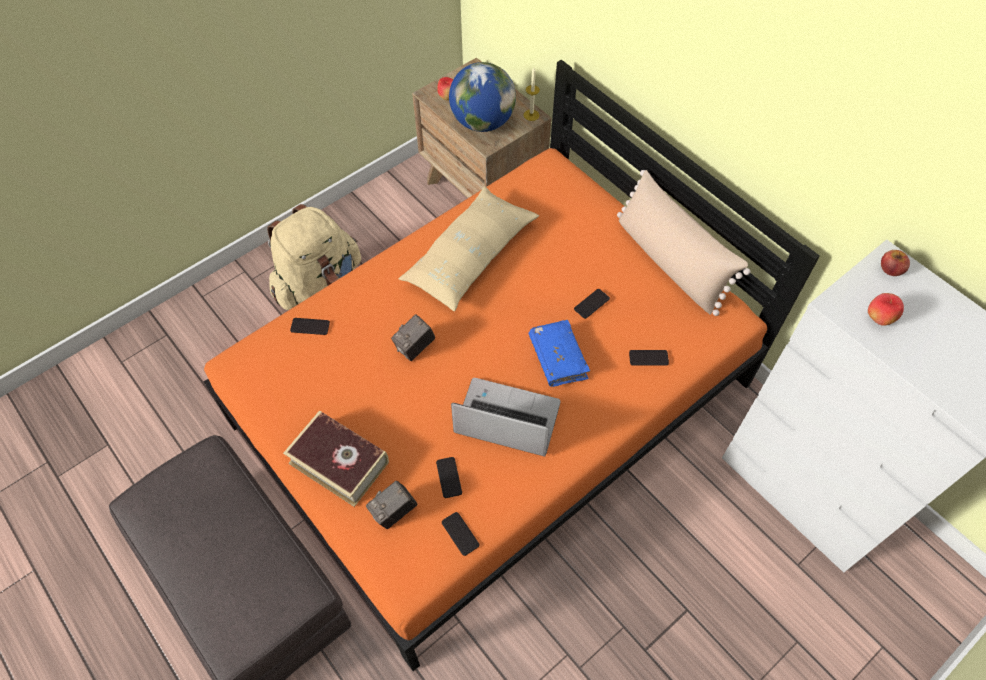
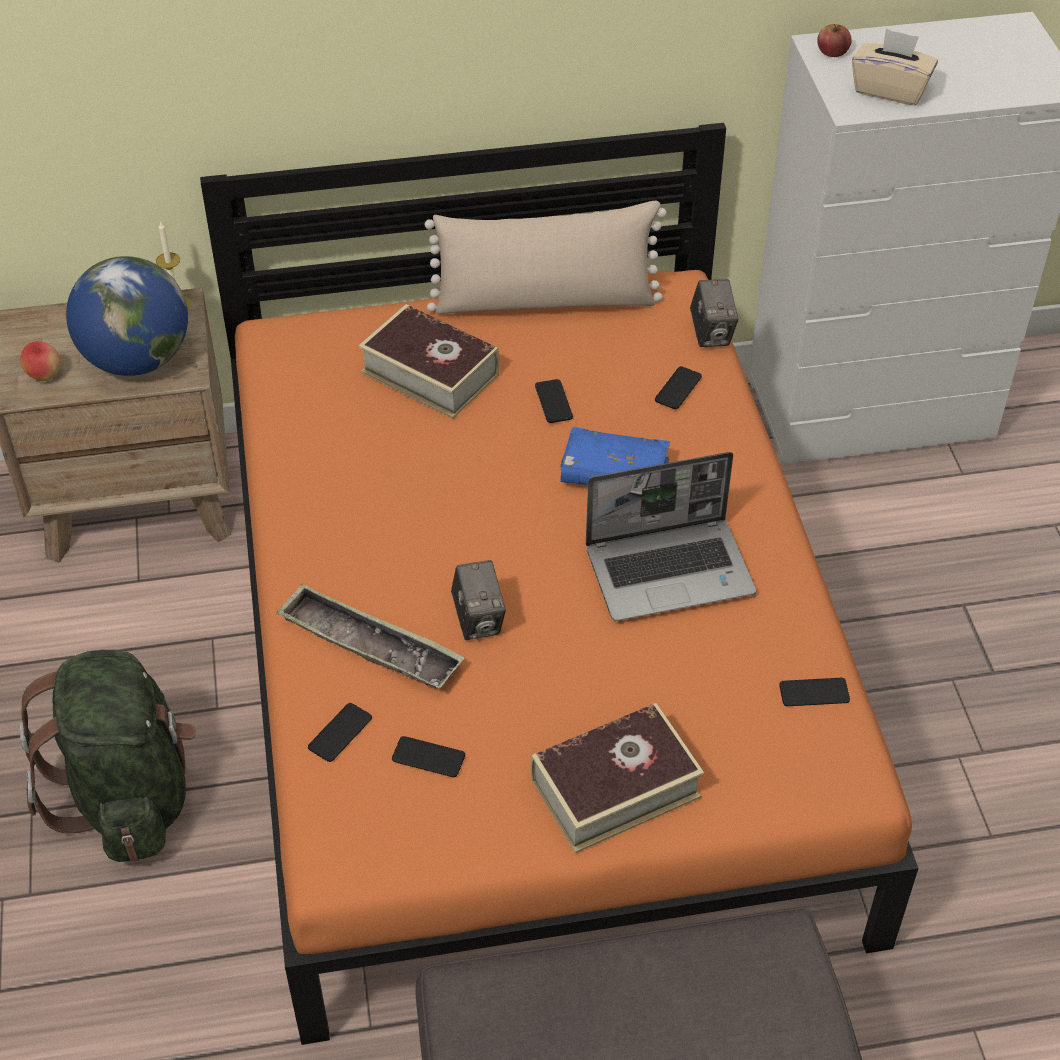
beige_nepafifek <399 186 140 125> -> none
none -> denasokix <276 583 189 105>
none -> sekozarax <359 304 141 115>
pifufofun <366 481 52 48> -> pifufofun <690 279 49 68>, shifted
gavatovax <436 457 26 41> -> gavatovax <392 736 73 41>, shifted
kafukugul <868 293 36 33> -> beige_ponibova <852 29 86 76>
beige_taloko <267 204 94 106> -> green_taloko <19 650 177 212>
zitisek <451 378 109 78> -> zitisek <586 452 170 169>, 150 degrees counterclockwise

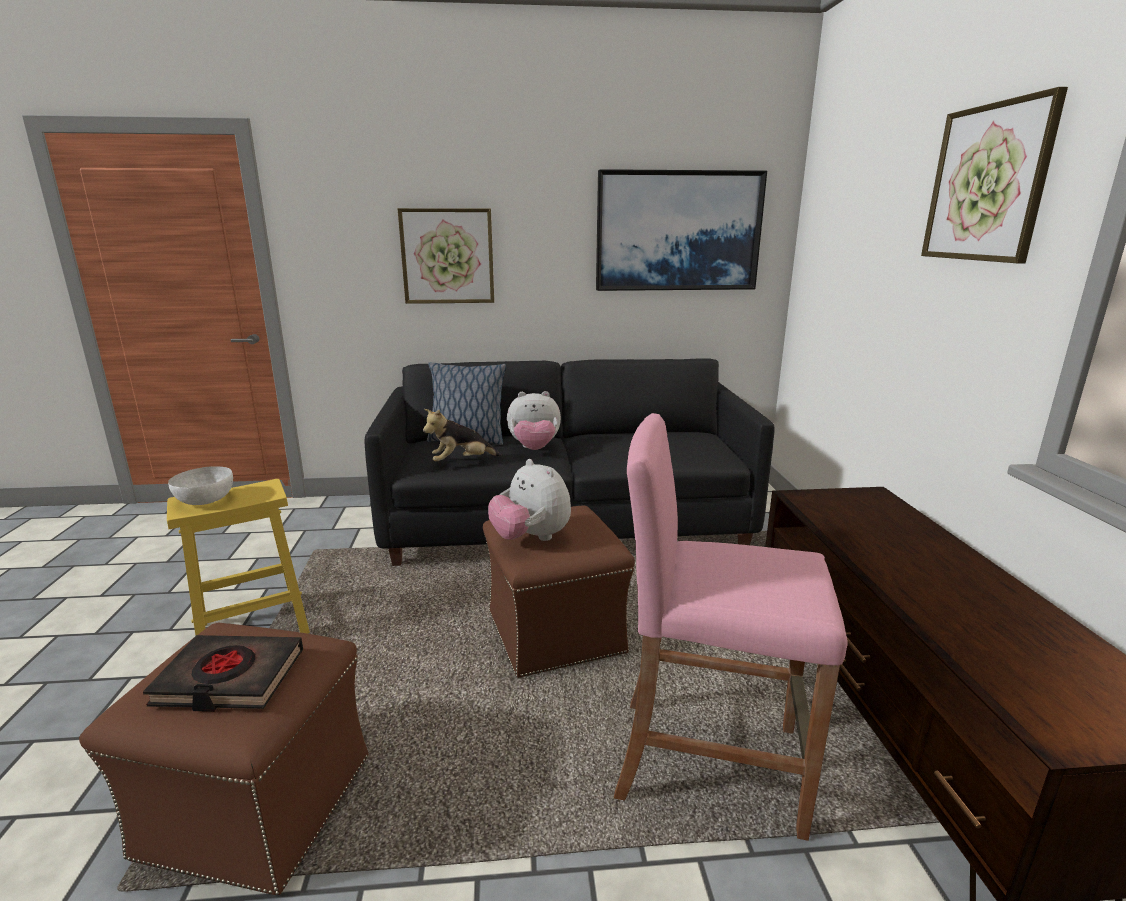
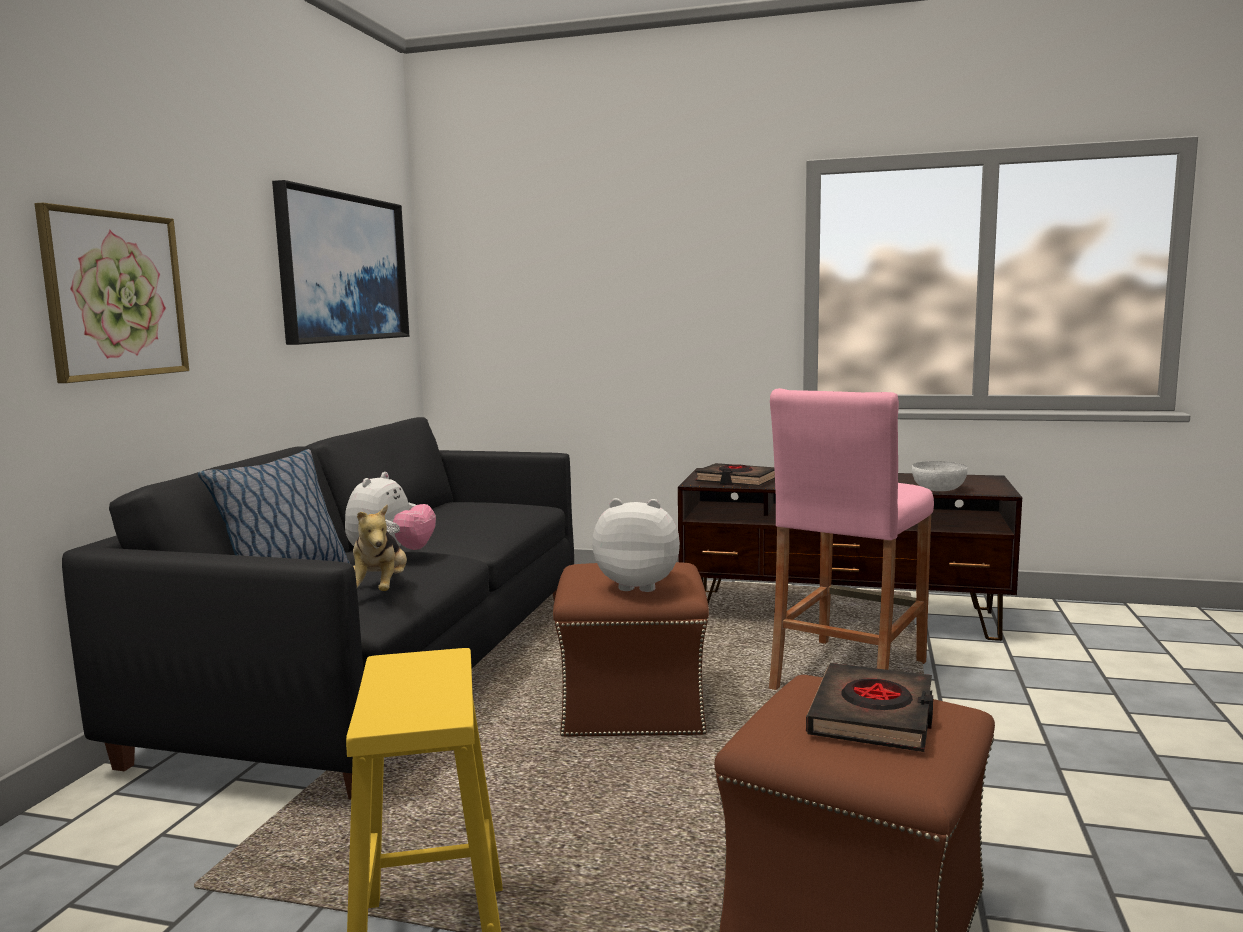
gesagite <921 87 147 176> -> none
none -> black_sekozarax <695 463 80 23>
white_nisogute <168 466 65 39> -> white_nisogute <912 461 56 30>, shifted
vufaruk <488 459 83 82> -> vufaruk <592 498 88 94>, 150 degrees counterclockwise

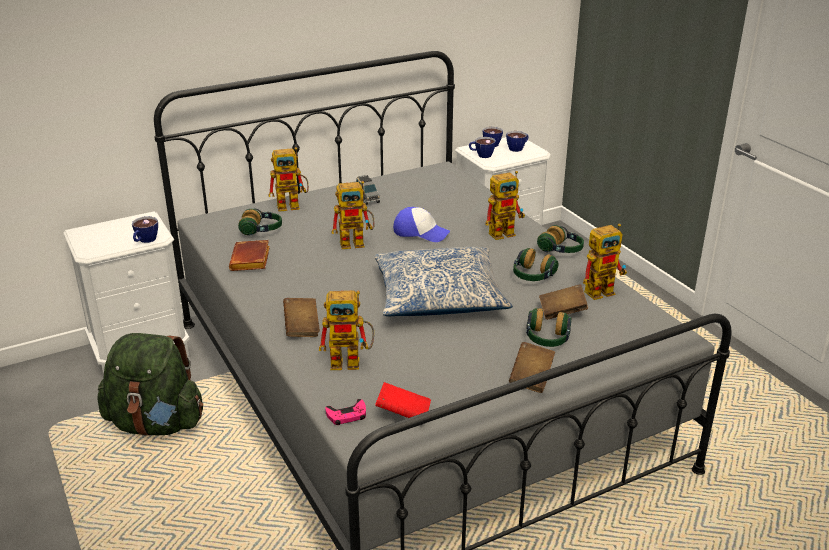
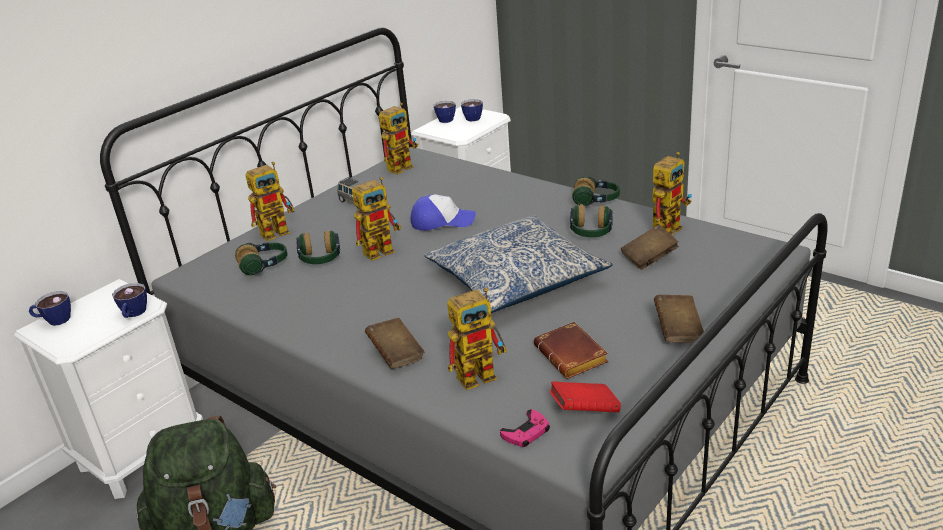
brown_sekozarax <229 240 41 31> -> brown_sekozarax <534 322 74 57>, shifted
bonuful <469 137 27 21> -> bonuful <29 291 42 35>, shifted
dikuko <485 171 40 69> -> dikuko <379 103 39 72>, shifted
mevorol <526 308 45 39> -> mevorol <296 231 44 33>, shifted

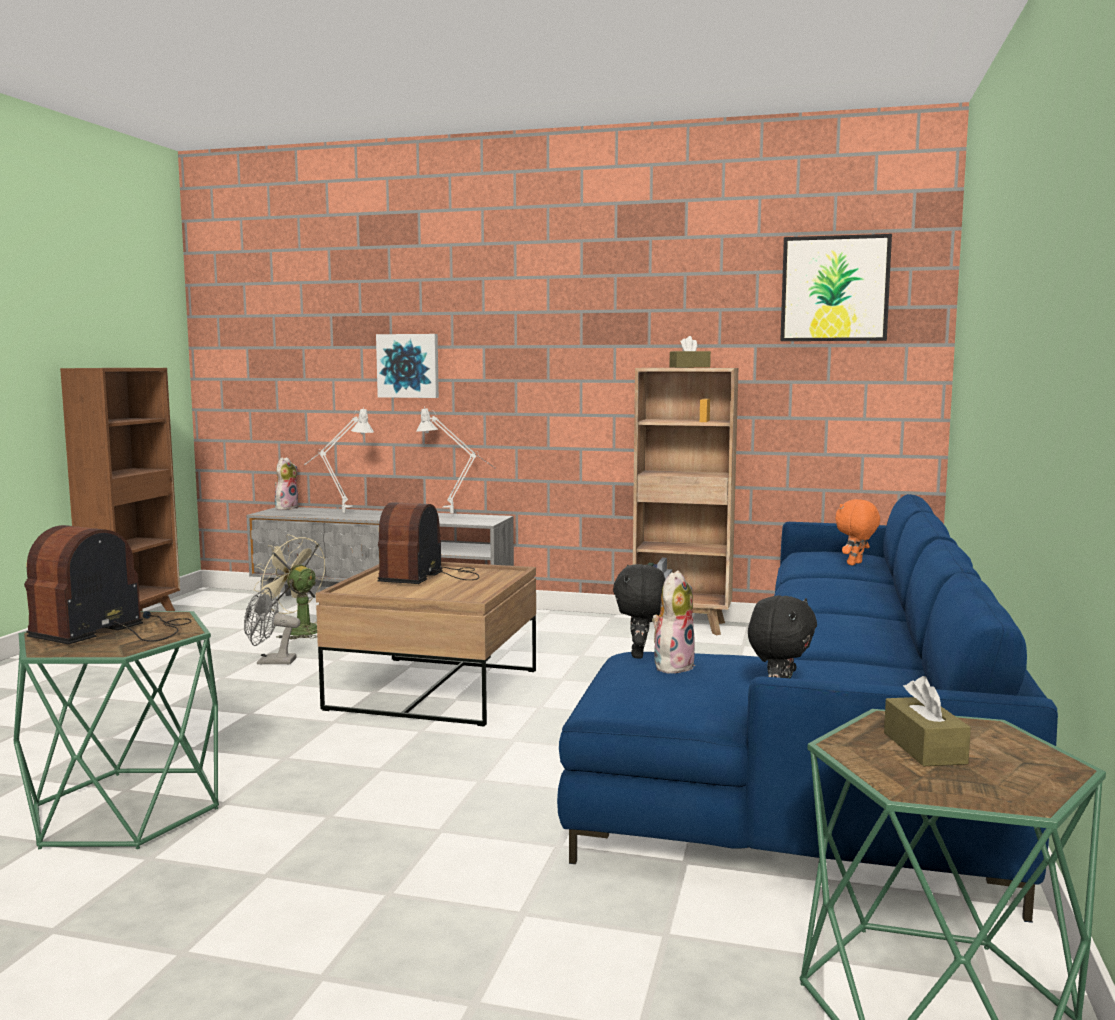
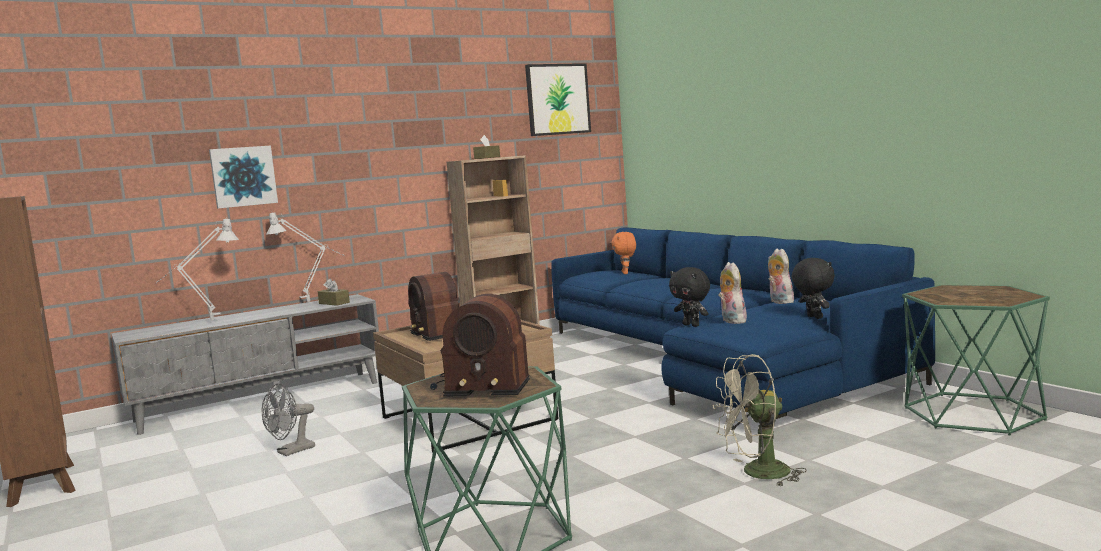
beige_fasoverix <254 534 71 106> -> beige_fasoverix <713 354 93 133>, shifted
vufaruk <275 457 23 53> -> vufaruk <768 248 26 56>, shifted
brown_ponibova <884 676 87 90> -> brown_ponibova <318 278 32 28>, shifted
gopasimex <24 525 168 119> -> gopasimex <430 294 100 102>, 60 degrees counterclockwise

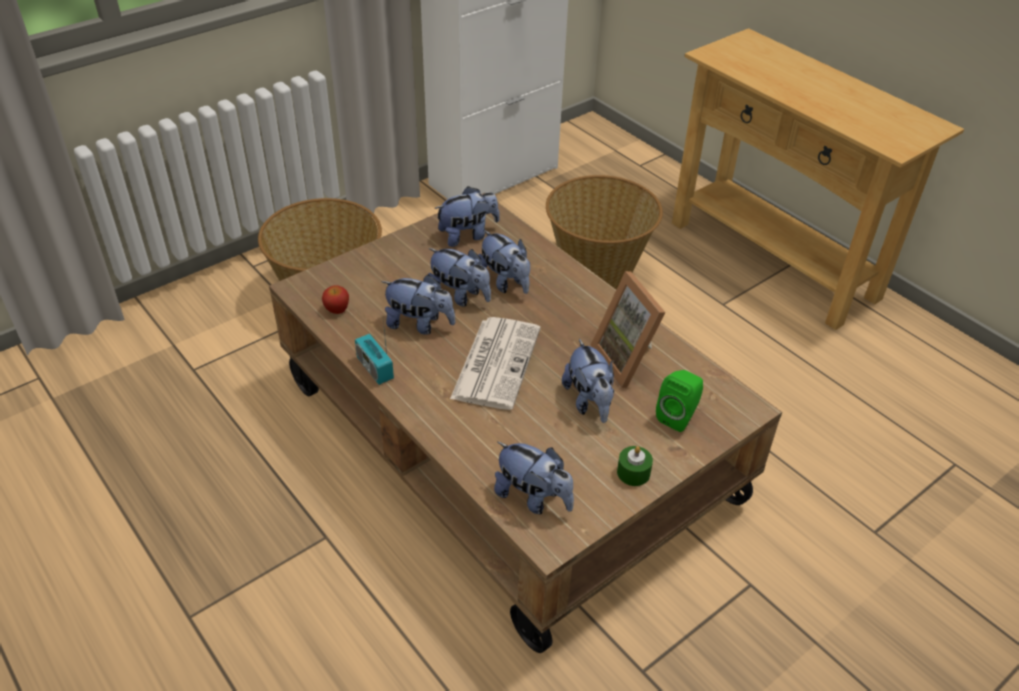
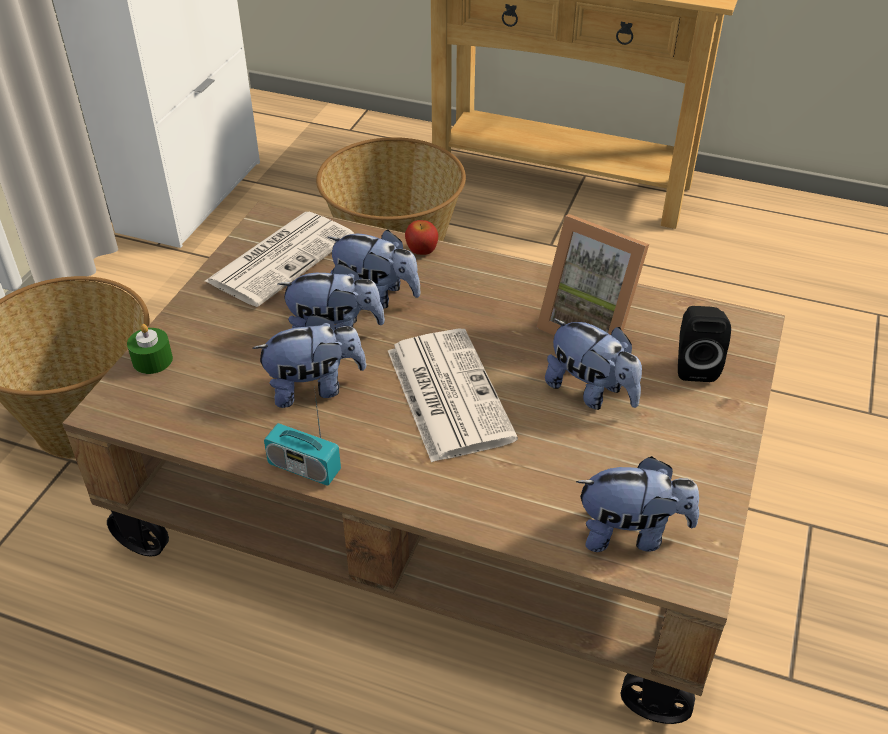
kafukugul <322 285 27 29> -> kafukugul <405 220 33 35>, shifted
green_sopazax <617 446 36 40> -> green_sopazax <127 324 46 50>, shifted
vufaruk <435 186 65 61> -> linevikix <205 212 149 95>
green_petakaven <656 370 47 62> -> black_petakaven <678 306 53 76>

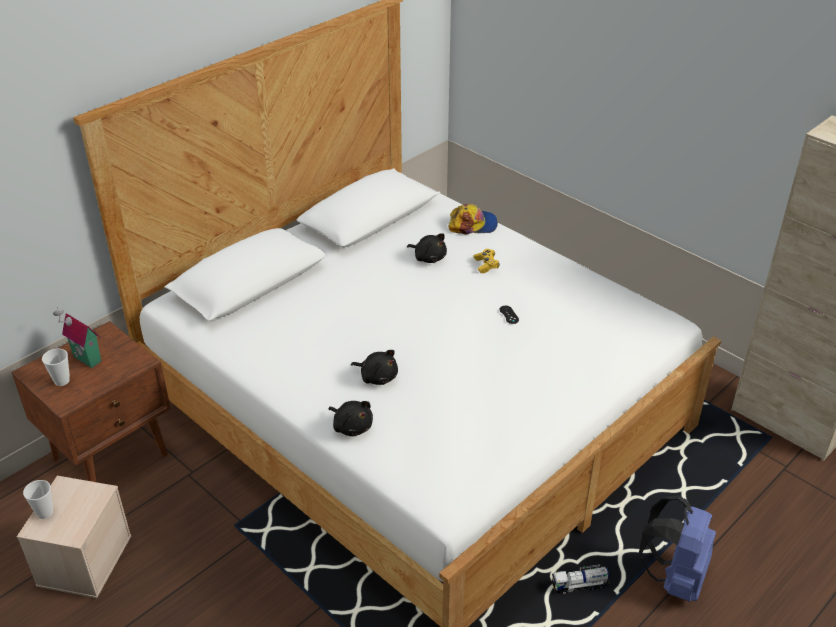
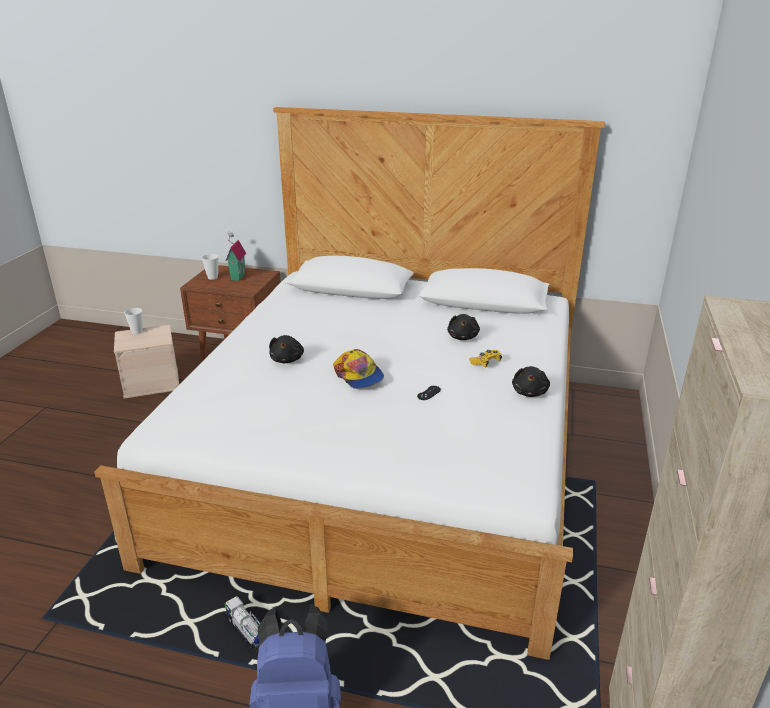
black_vufaruk <328 401 45 35> -> black_vufaruk <512 366 38 31>, shifted
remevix <448 204 50 30> -> remevix <333 349 51 40>, shifted

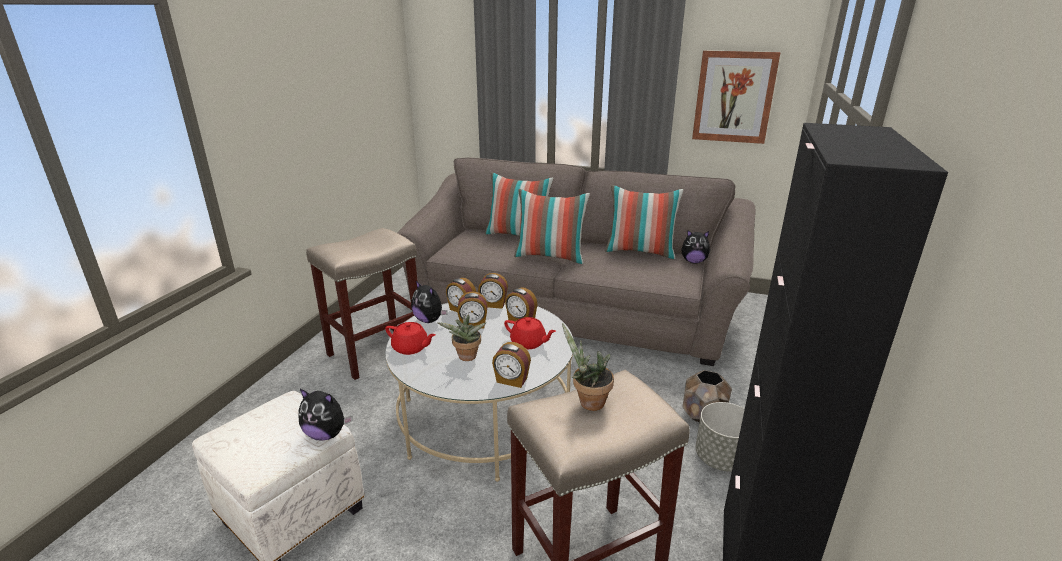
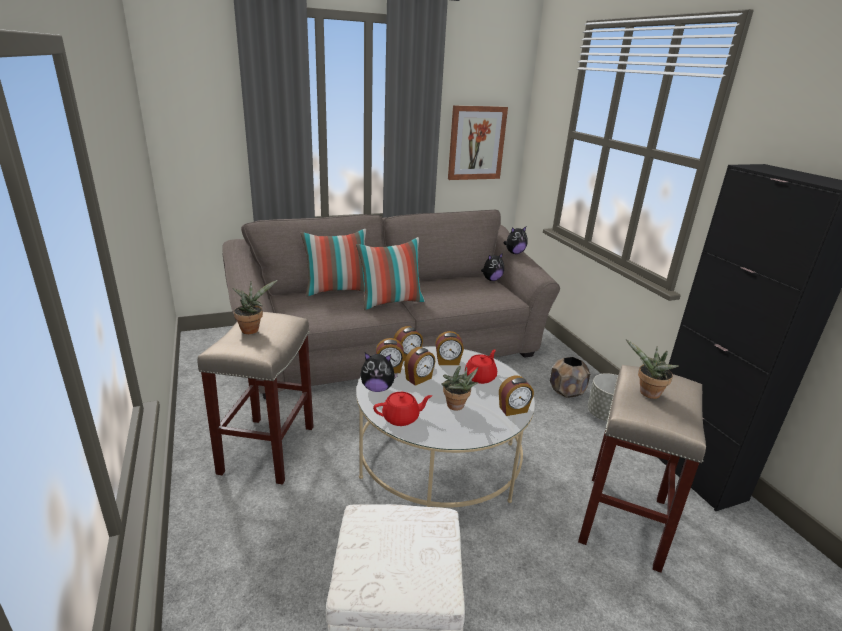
nepafifek <605 185 78 74> -> none
none -> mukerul <232 280 46 54>
vufaruk <298 389 54 52> -> vufaruk <504 227 23 27>, shifted
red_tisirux <504 317 52 32> -> red_tisirux <465 350 32 34>, 45 degrees counterclockwise

